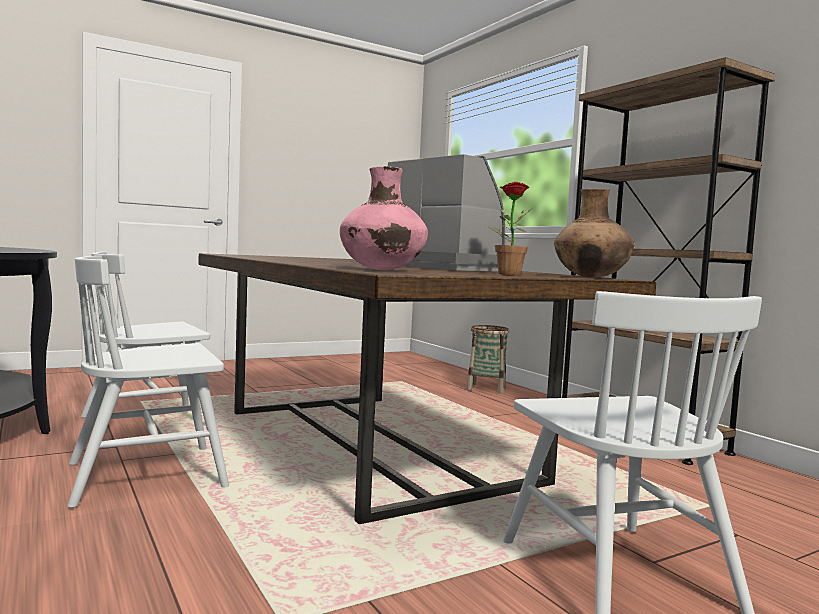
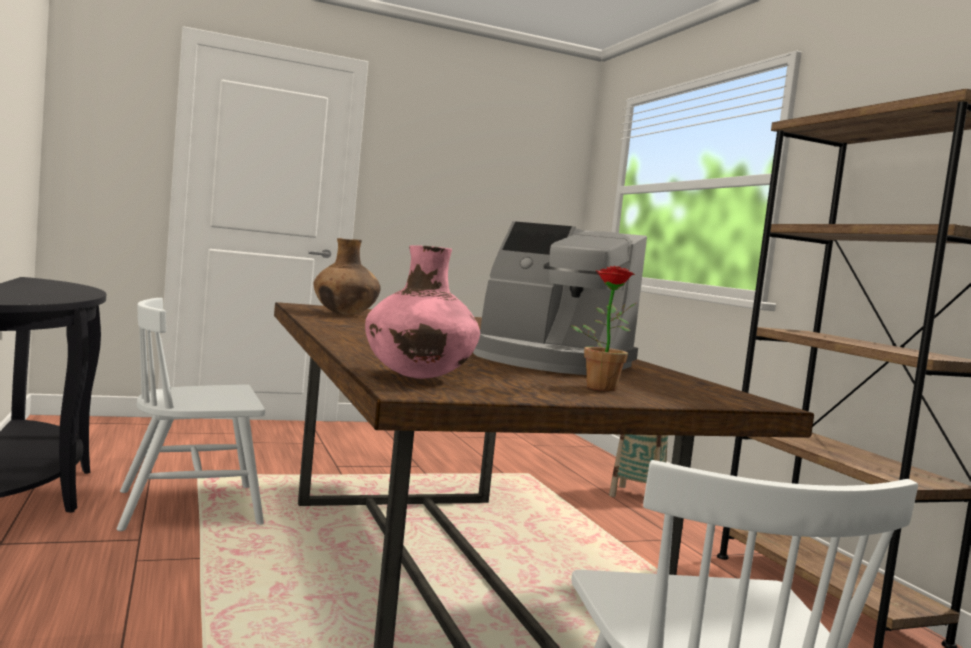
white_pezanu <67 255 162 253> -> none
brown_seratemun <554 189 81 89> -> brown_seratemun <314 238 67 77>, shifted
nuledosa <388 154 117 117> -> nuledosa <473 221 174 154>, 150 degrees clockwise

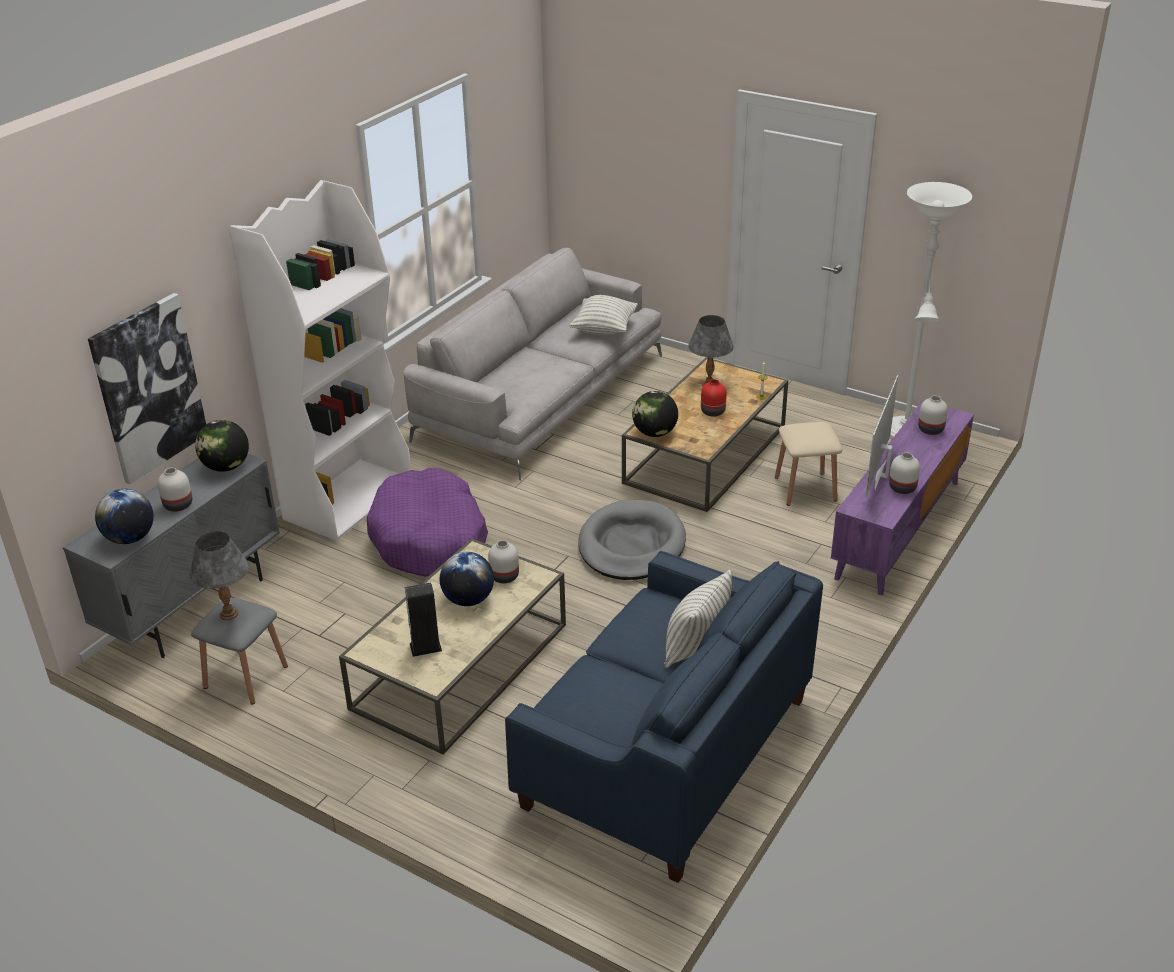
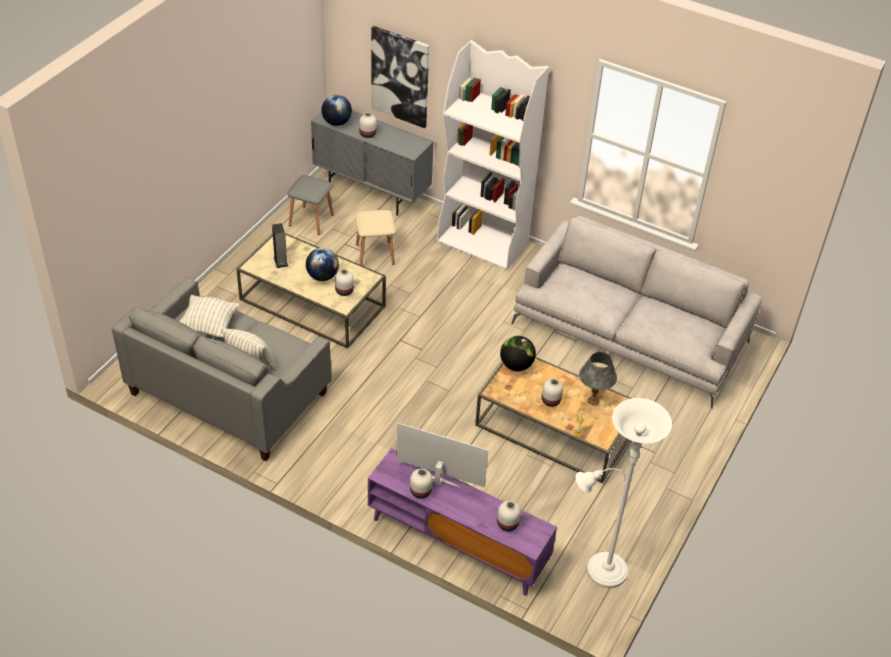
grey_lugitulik <189 531 60 89> -> none
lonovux <195 420 54 52> -> none
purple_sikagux <367 468 121 108> -> none
grey_sikagux <578 500 108 80> -> none
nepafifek <570 295 68 40> -> nepafifek <179 295 61 42>, shifted
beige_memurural <775 422 67 84> -> beige_memurural <355 210 40 55>, shifted
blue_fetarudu <505 551 318 332> -> grey_fetarudu <112 277 220 184>
red_seratemun <701 379 26 38> -> white_seratemun <542 379 21 28>

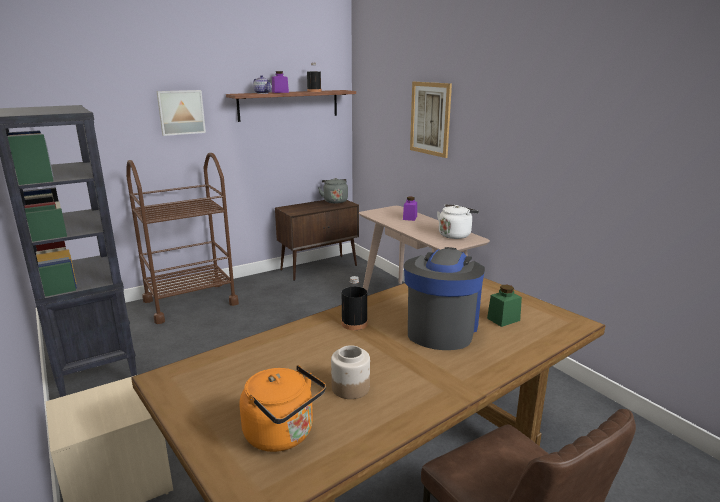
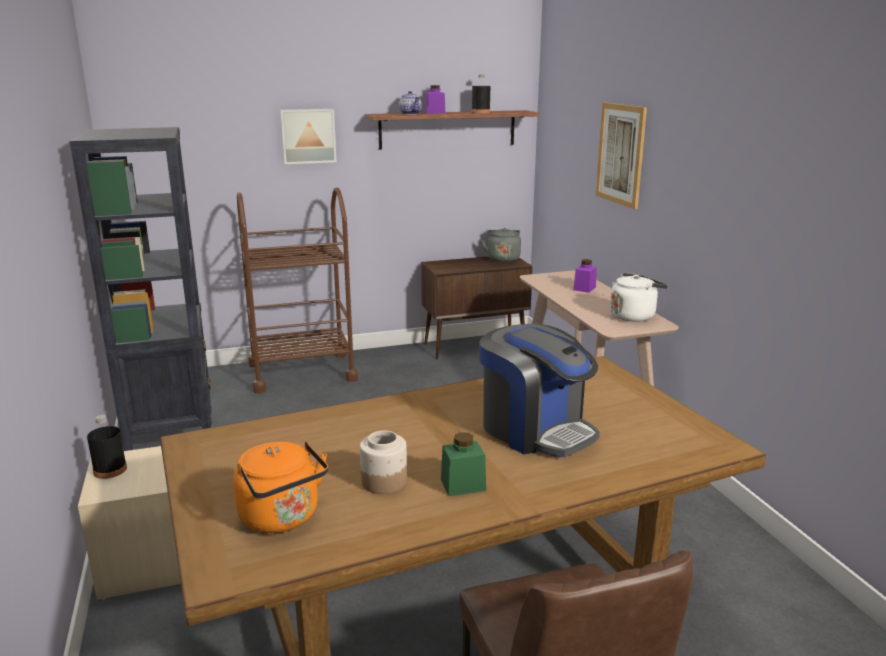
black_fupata <341 276 27 54> -> black_fupata <87 415 40 64>, shifted
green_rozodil <487 285 35 42> -> green_rozodil <441 432 45 64>, shifted
nuledosa <404 247 81 103> -> nuledosa <479 324 121 133>, 105 degrees clockwise

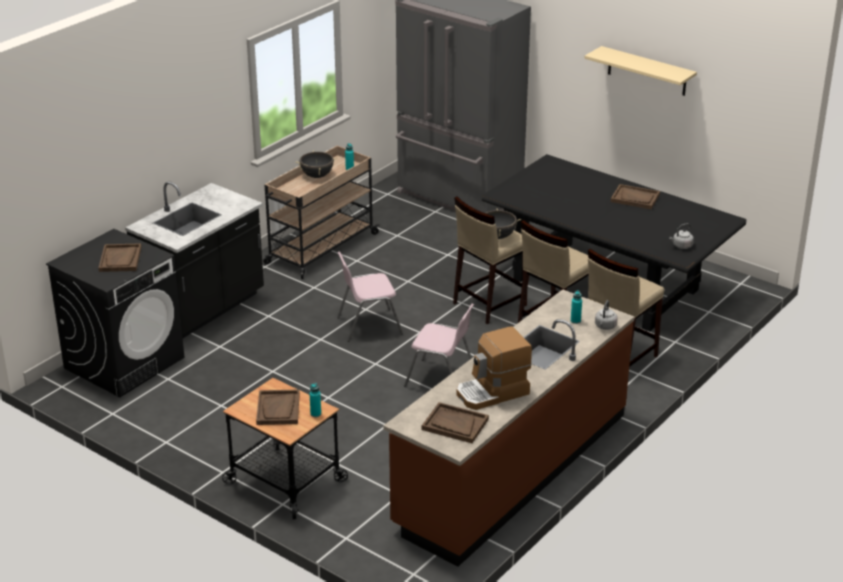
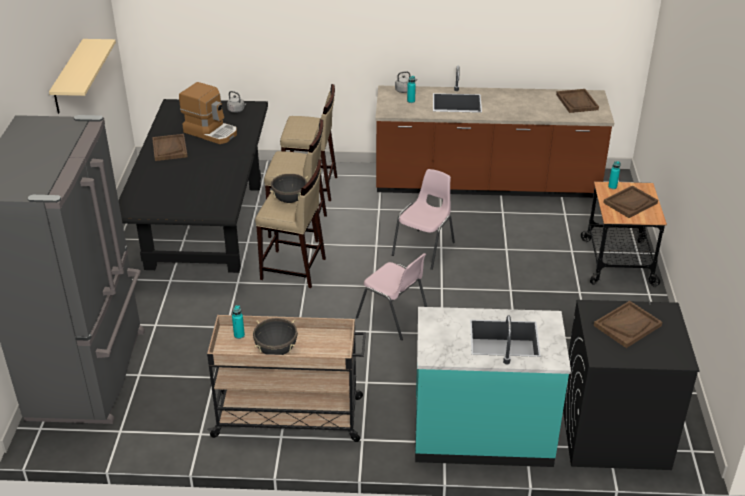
nuledosa <457 326 75 84> -> nuledosa <179 82 58 62>, shifted
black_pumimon <125 181 139 157> -> turquoise_pumimon <415 307 156 160>
pink_pezanu <404 303 70 84> -> pink_pezanu <392 169 63 101>, 45 degrees clockwise

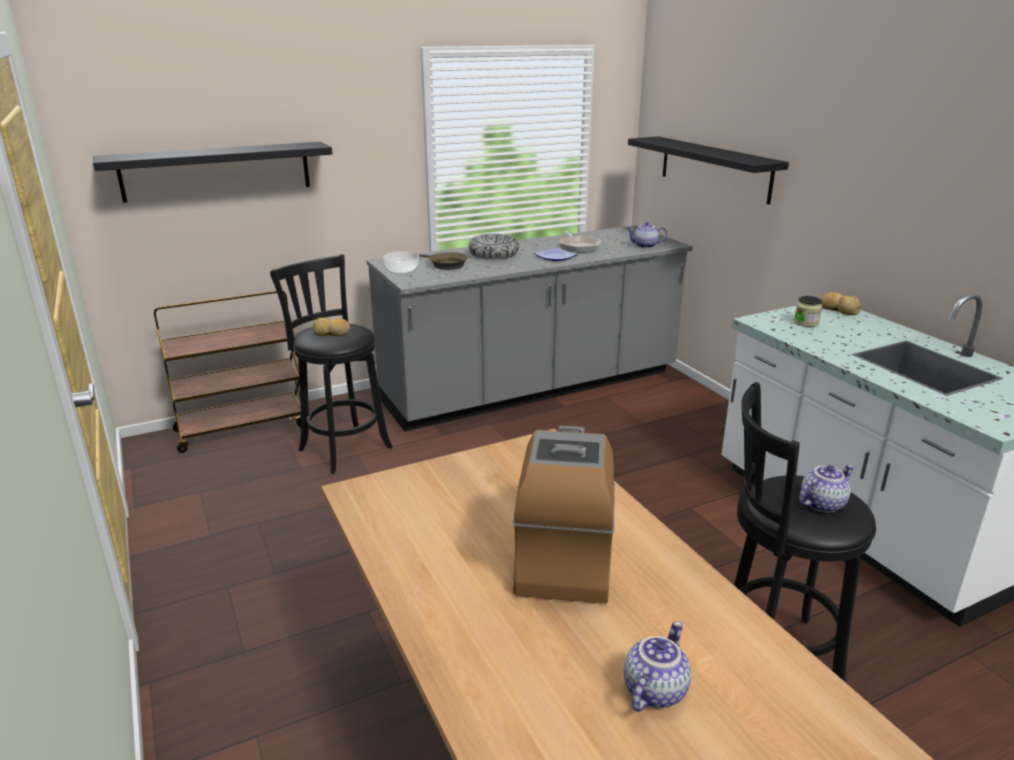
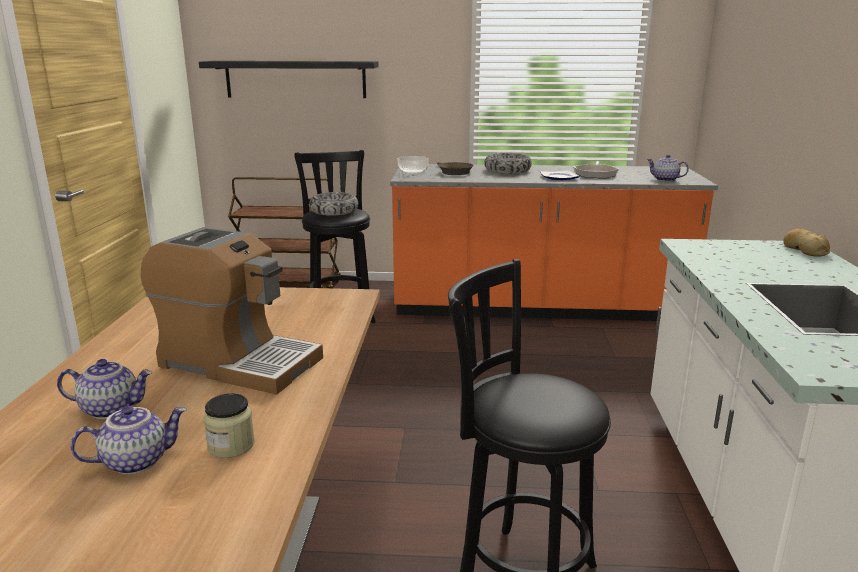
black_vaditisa <628 136 161 69> -> none
rozodil <794 296 28 31> -> rozodil <203 393 52 65>, shifted
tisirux <799 465 55 48> -> tisirux <57 359 95 60>, shifted
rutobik <312 317 38 19> -> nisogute <309 192 49 24>
grey_pumimon <367 225 326 207> -> orange_pumimon <390 164 328 157>
nuledosa <513 426 102 178> -> nuledosa <141 227 182 167>, 75 degrees clockwise

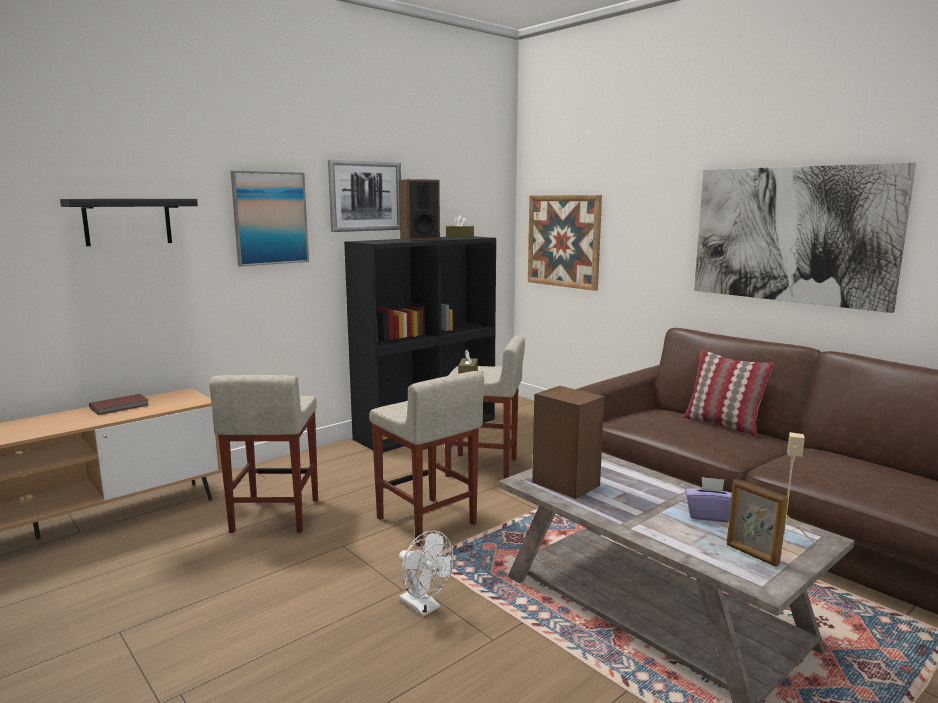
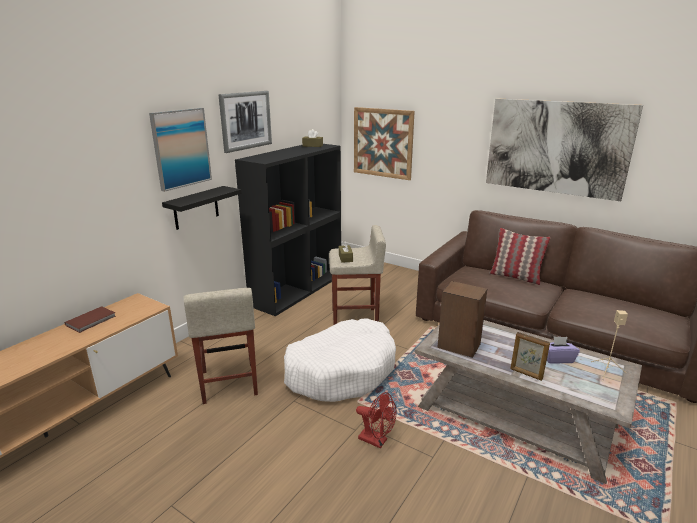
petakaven <399 179 41 61> -> none
black_vaditisa <60 199 138 47> -> black_vaditisa <162 186 79 44>, shifted
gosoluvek <727 479 61 88> -> gosoluvek <510 332 40 49>, shifted
beige_memurural <369 371 115 176> -> white_sikagux <284 318 112 84>
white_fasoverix <399 530 54 87> -> red_fasoverix <356 392 41 57>

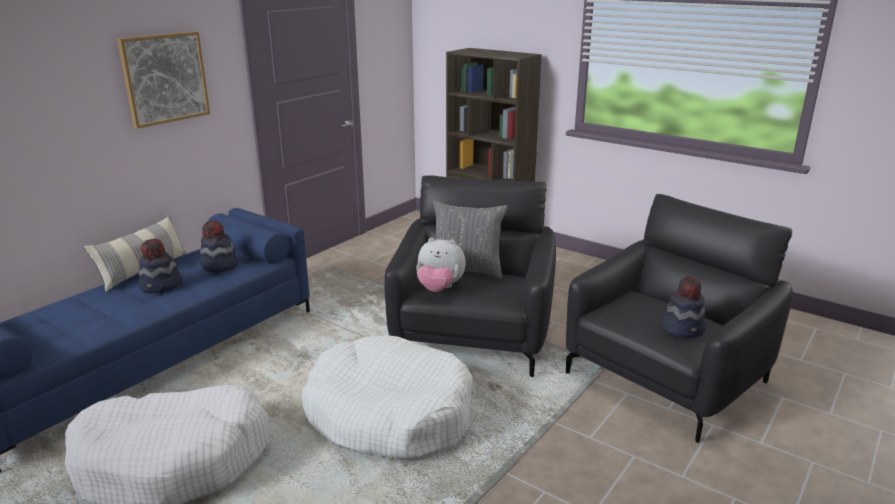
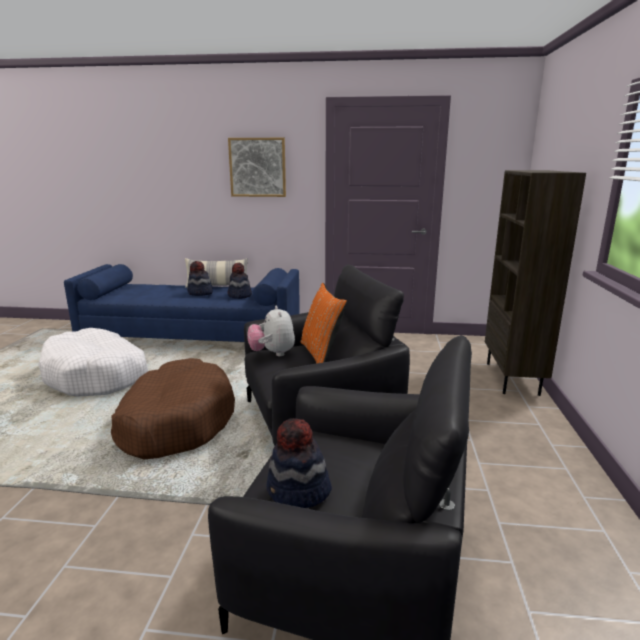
white_sikagux <302 335 170 125> -> brown_sikagux <111 358 124 101>
grey_nepafifek <433 201 75 78> -> orange_nepafifek <301 283 46 81>

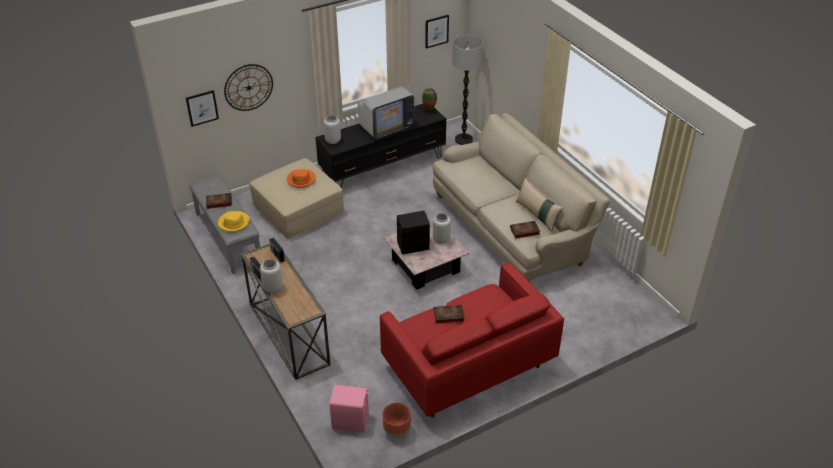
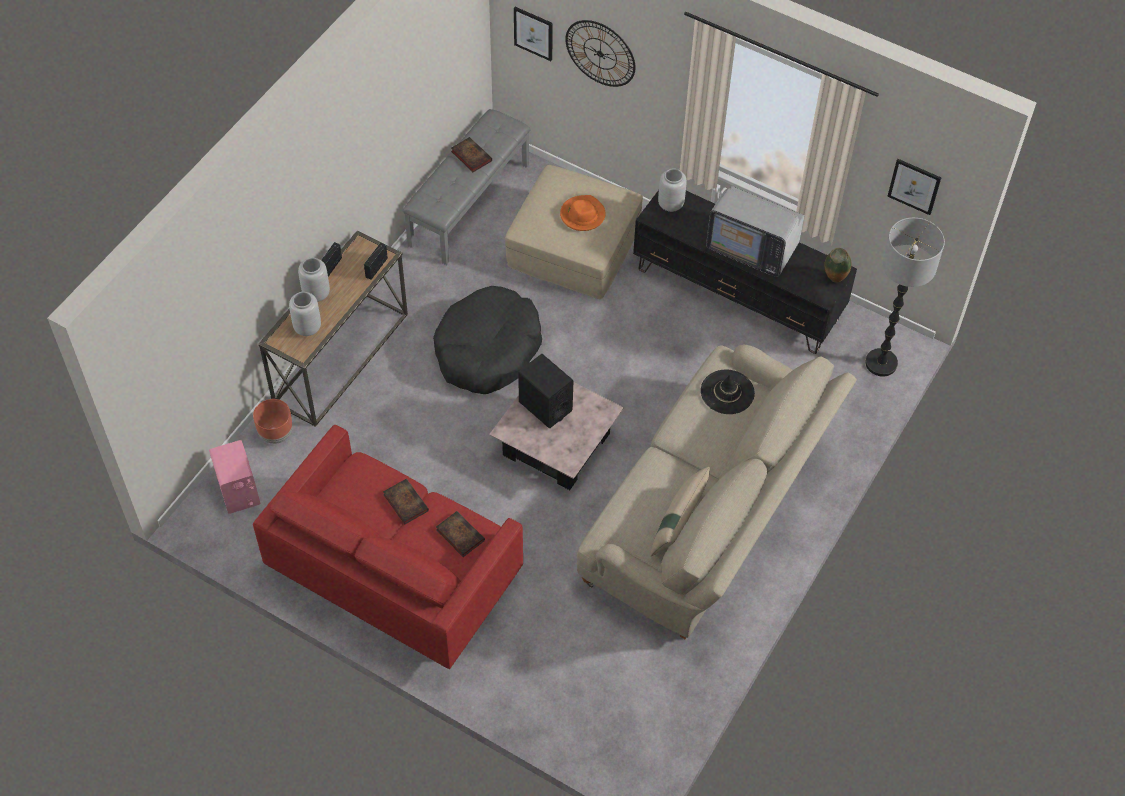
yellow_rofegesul <218 211 31 21> -> none
none -> black_sikagux <433 286 109 108>
none -> black_rofegesul <701 369 54 45>
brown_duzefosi <382 403 29 35> -> brown_duzefosi <253 399 40 45>, shifted
grey_seratemun <433 213 18 31> -> grey_seratemun <289 292 32 44>, shifted
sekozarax <510 221 30 18> -> sekozarax <436 511 49 46>, shifted

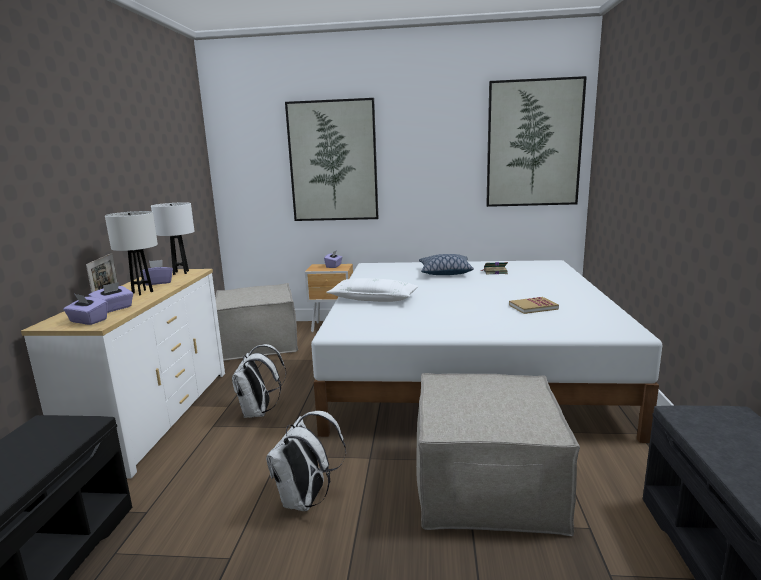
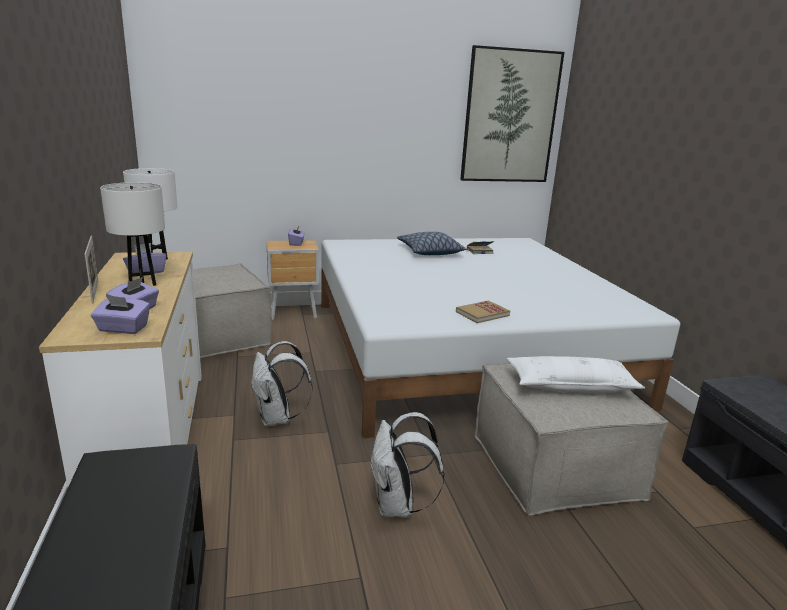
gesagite <285 98 94 123> -> none
white_nepafifek <326 278 92 24> -> white_nepafifek <507 356 138 37>, shifted
sekozarax <509 297 50 17> -> sekozarax <456 300 54 23>, shifted

